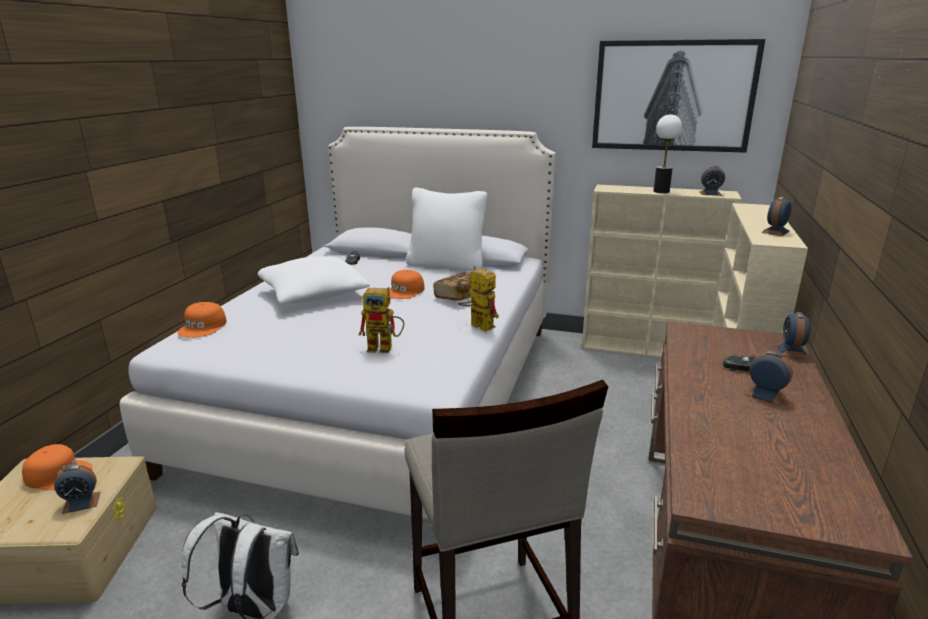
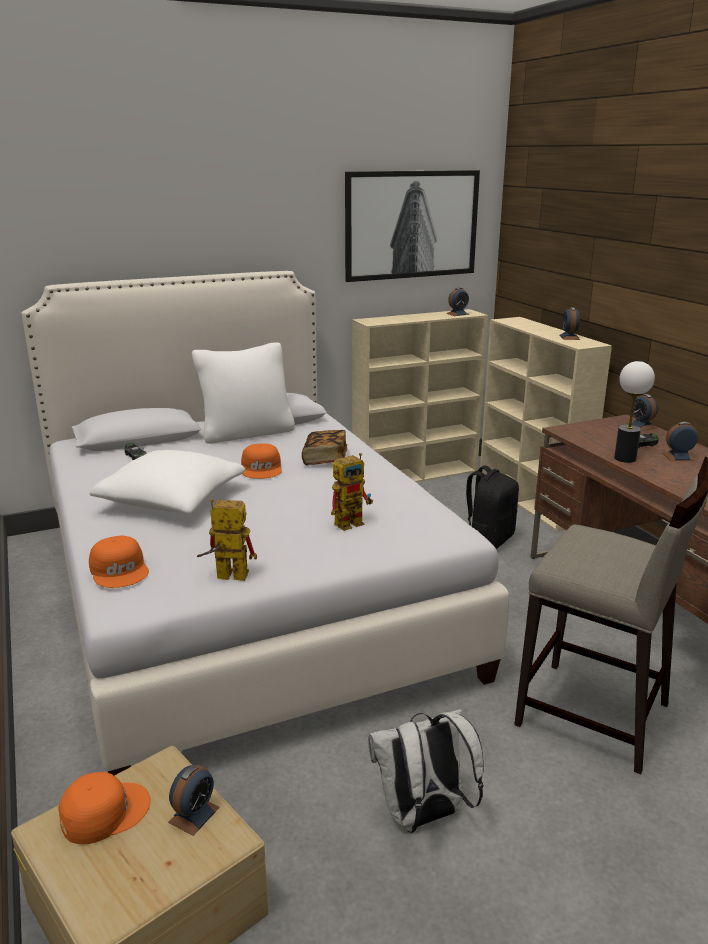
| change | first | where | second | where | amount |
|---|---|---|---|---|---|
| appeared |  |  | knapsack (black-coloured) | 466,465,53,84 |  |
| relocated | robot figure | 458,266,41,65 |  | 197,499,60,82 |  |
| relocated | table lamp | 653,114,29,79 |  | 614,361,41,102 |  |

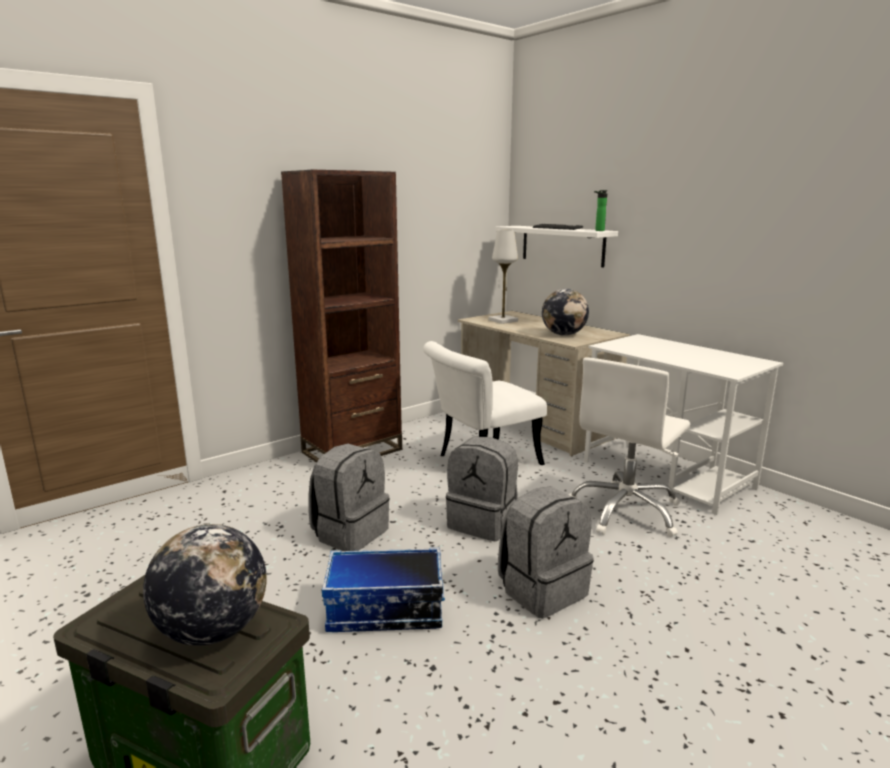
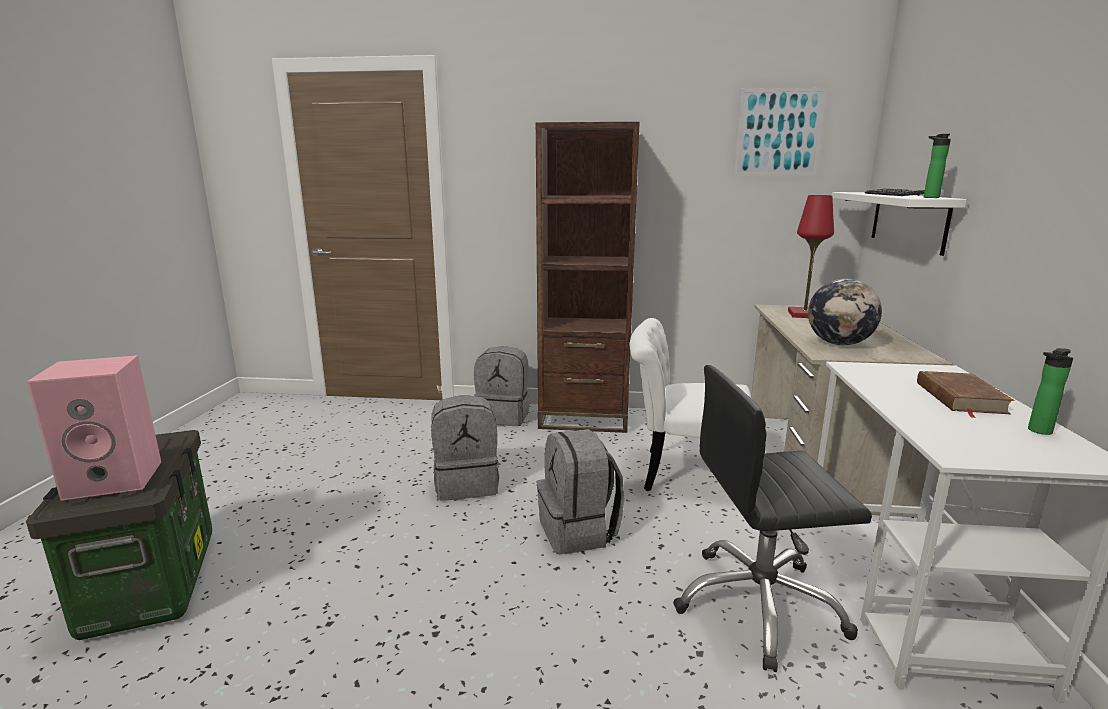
| change | first | where | second | where | amount |
|---|---|---|---|---|---|
| missing | storage box | 322,548,123,84 |  |  |  |
| appeared |  |  | wall art | 734,88,93,87 |  |
| appeared |  |  | volume (brown) | 917,371,98,47 |  |
| appeared |  |  | bottle | 1028,348,45,87 |  |
| relocated | knapsack (gray) | 498,486,96,132 |  | 474,346,55,80 |  |
| exchanged | world globe | 143,524,124,122 | audio speaker (pink) | 27,355,134,146 |  |
| colour | table lamp (white) | 488,230,30,94 | table lamp (reddish) | 788,195,46,123 |  |
| colour | office chair (white) | 568,357,122,180 | office chair (black-coloured) | 673,365,199,307 |  |

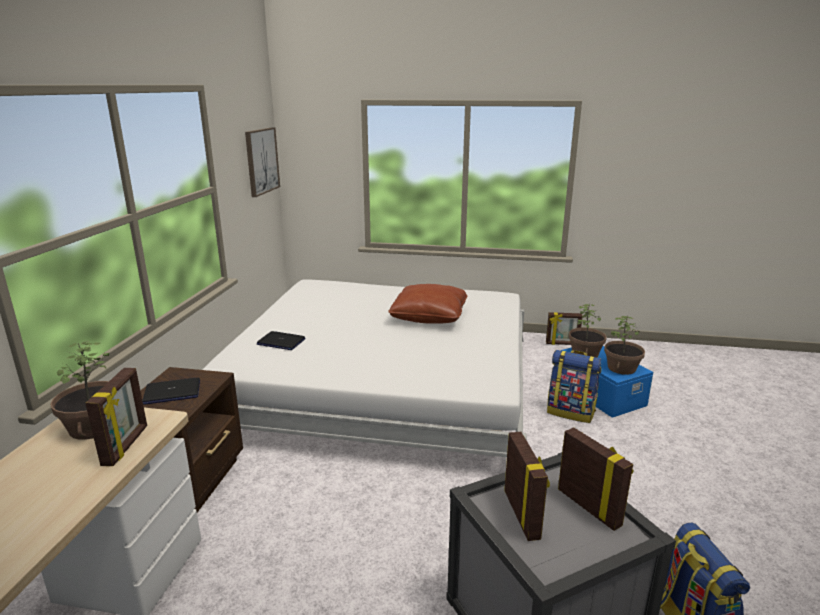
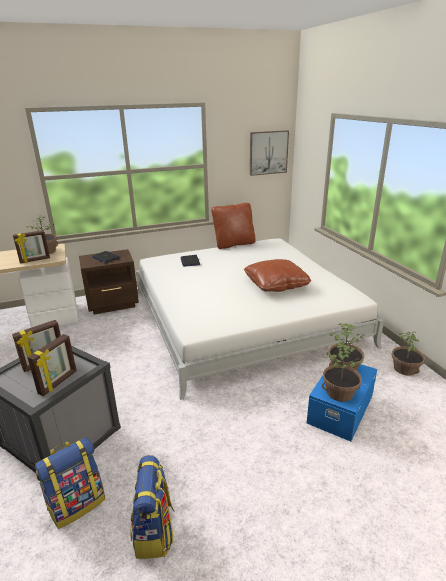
| change | first | where | second | where | amount |
|---|---|---|---|---|---|
| appeared |  |  | cushion (brown) | 211,203,45,46 |  |
| relocated | knapsack | 547,350,54,73 |  | 130,455,44,104 |  |
| exchanged | photo frame | 546,312,37,33 | houseplant | 392,331,33,45 |  |

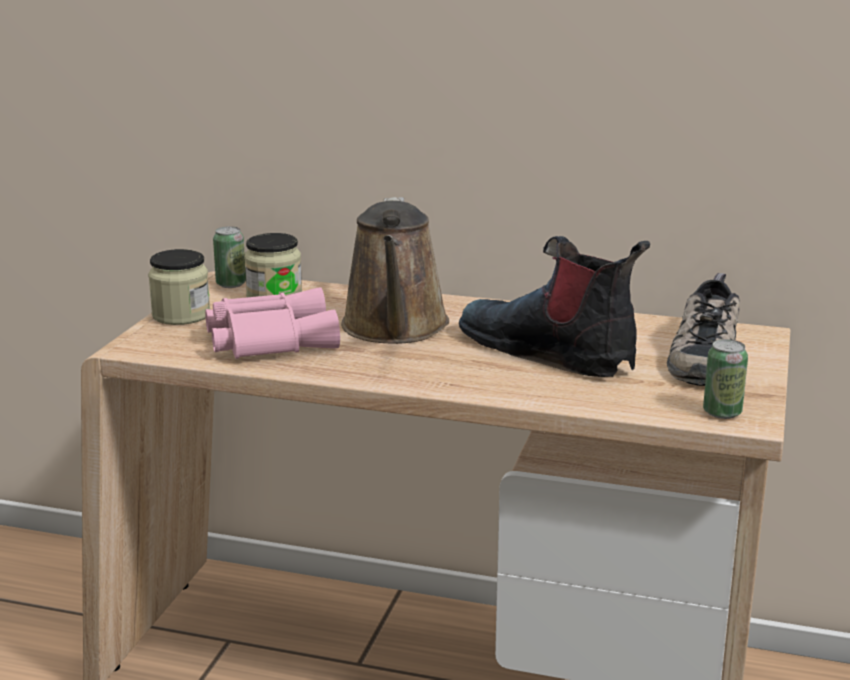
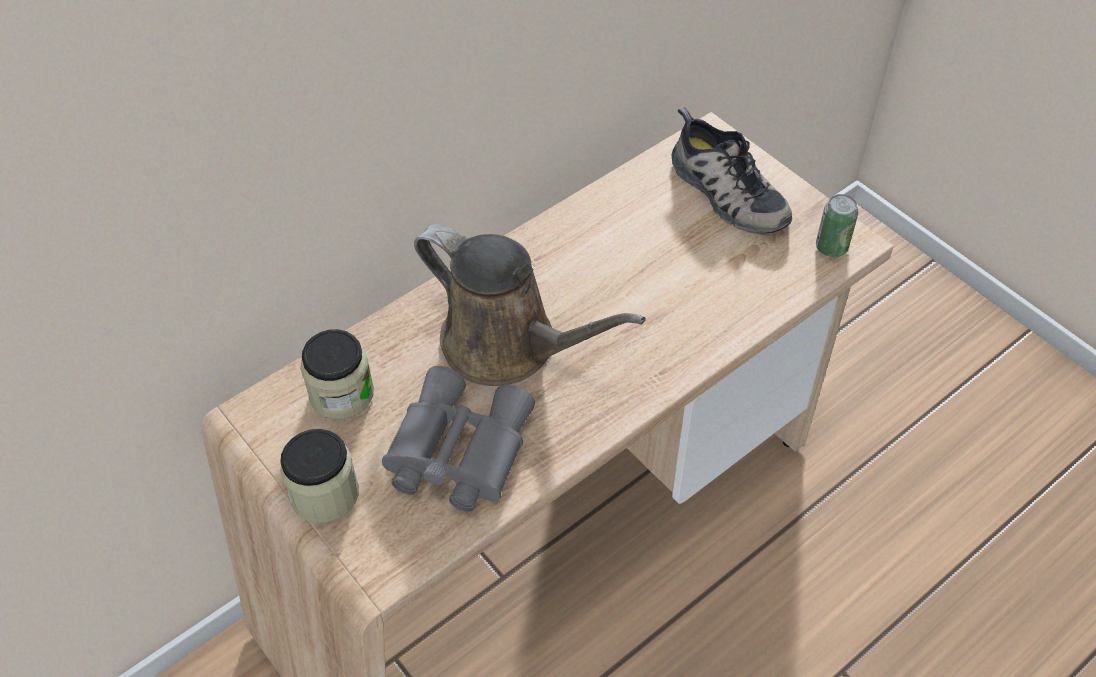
| change | first | where | second | where | amount |
|---|---|---|---|---|---|
| missing | can | 213,226,33,62 |  |  |  |
| missing | tall boot | 459,236,192,141 |  |  |  |
| colour | field glasses (pink) | 205,287,135,72 | field glasses (gray) | 382,366,153,146 |  |

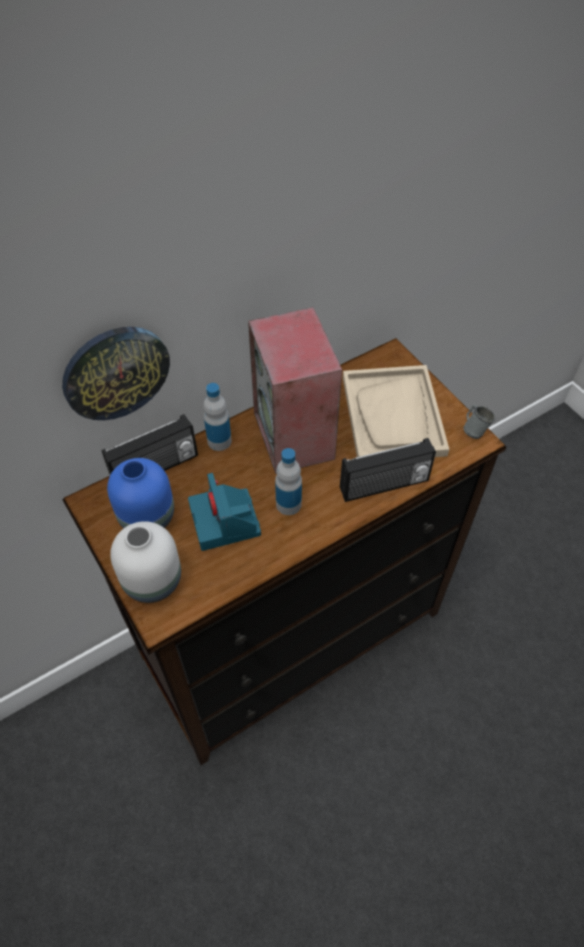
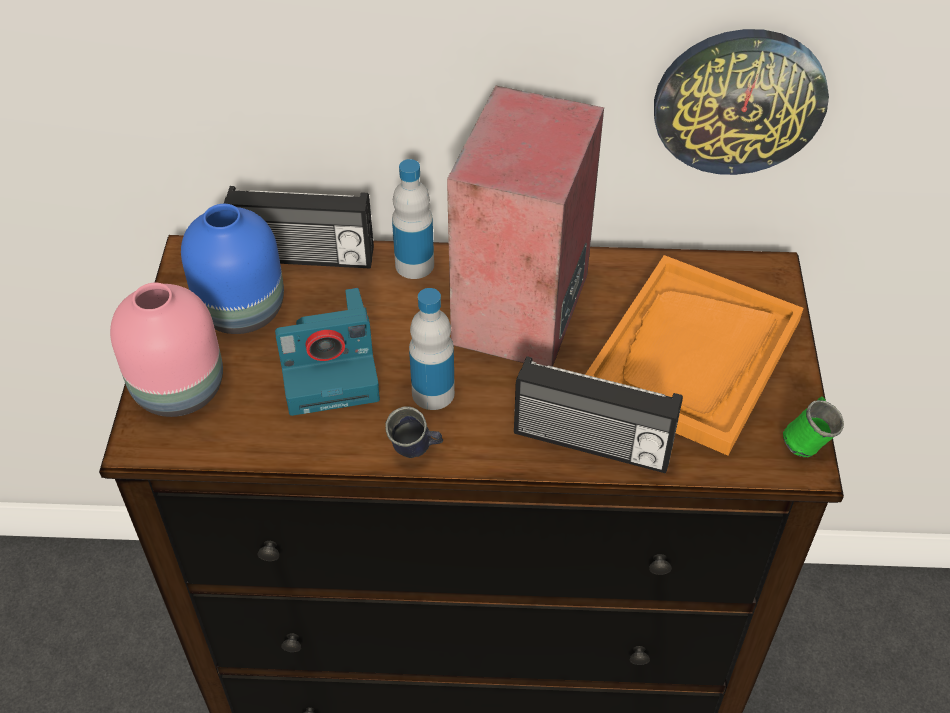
| change | first | where | second | where | amount |
|---|---|---|---|---|---|
| appeared |  |  | coffee mug (blue) | 385,406,58,52 |  |
| relocated | hanging clock | 62,327,108,93 |  | 654,29,175,146 |  |
| colour | decorative vase (white) | 110,521,71,82 | decorative vase (pink) | 110,283,113,134 |  |
| colour | serving tray (beige) | 343,365,106,92 | serving tray (orange-coloured) | 585,255,219,201 |  |
| colour | coffee mug (gray) | 463,405,32,34 | coffee mug (greenish) | 783,397,61,60 |  |
| spun | still camera | 188,473,73,78 |  | 275,288,105,128 | 120 degrees counterclockwise |

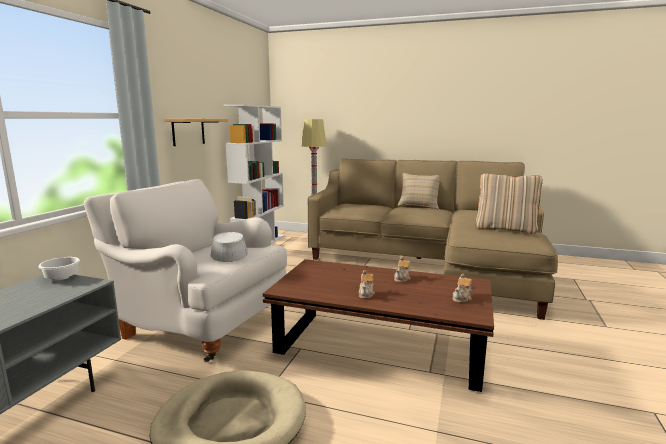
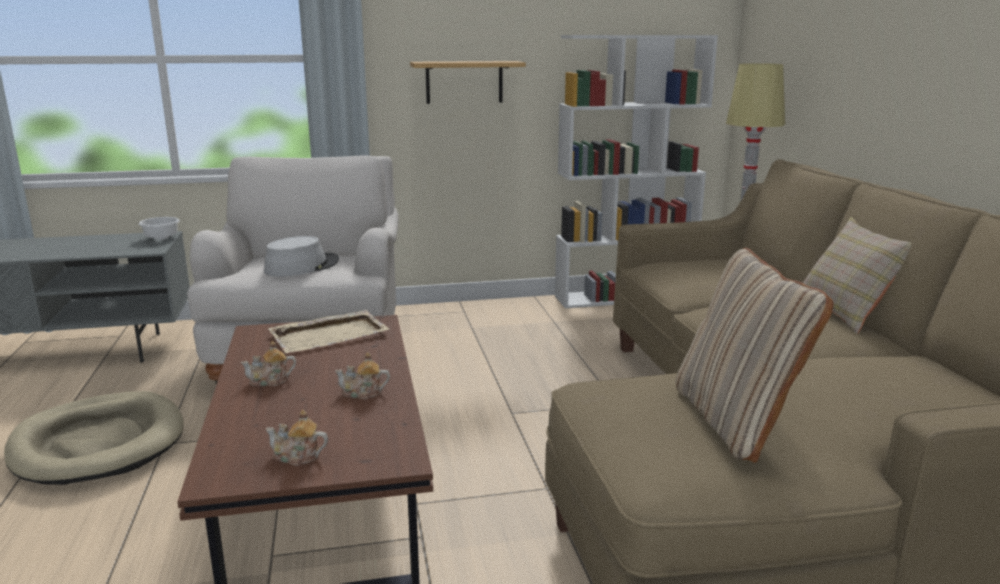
| change | first | where | second | where | amount |
|---|---|---|---|---|---|
| appeared |  |  | serving tray (beige) | 268,310,122,43 |  |

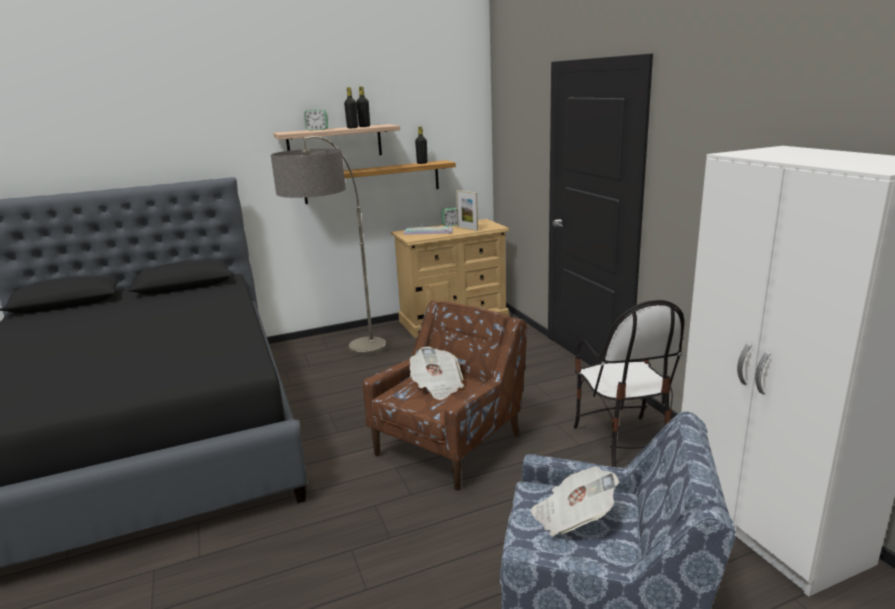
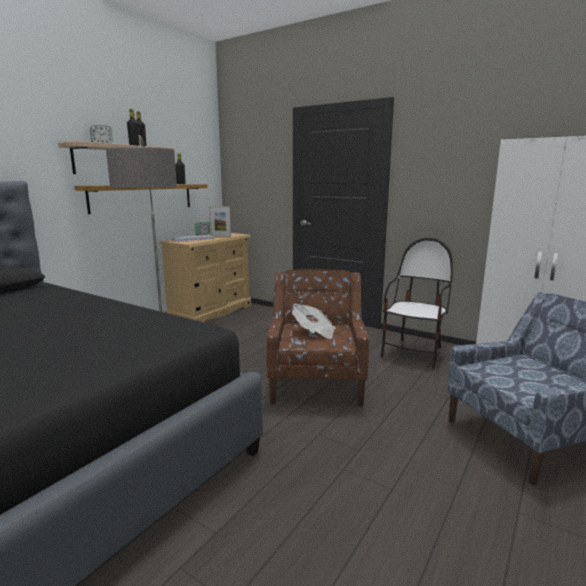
| change | first | where | second | where | amount |
|---|---|---|---|---|---|
| missing | printed paper | 531,466,88,70 |  |  |  |
| spun | upright chair | 574,300,110,167 |  | 380,238,73,131 | 105 degrees counterclockwise |

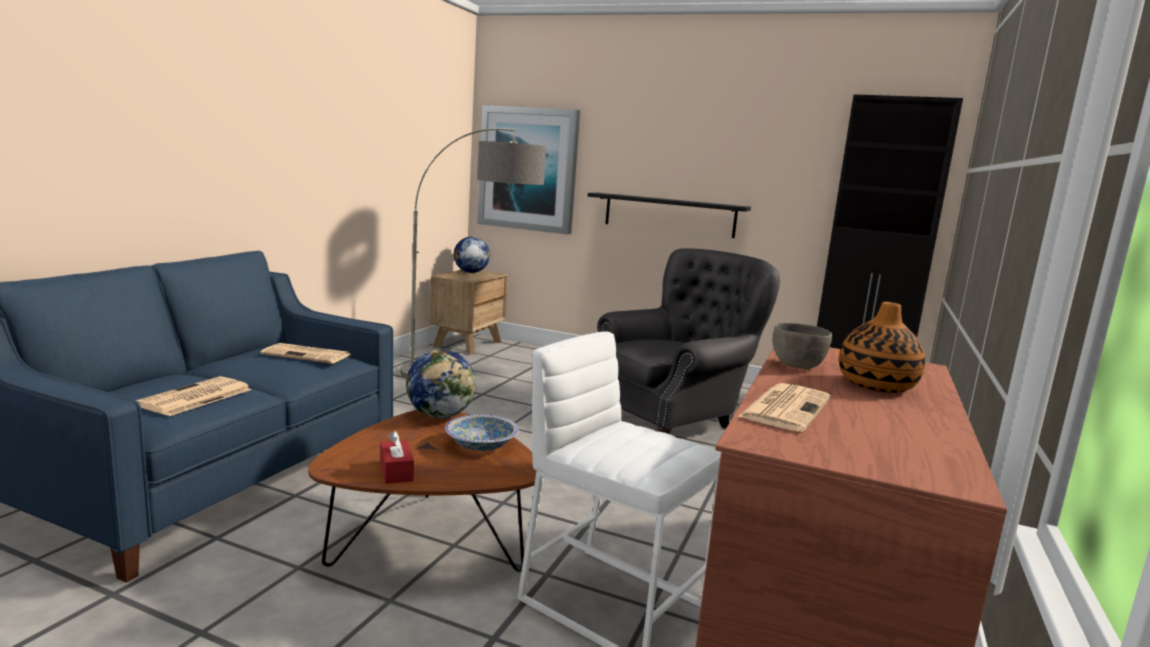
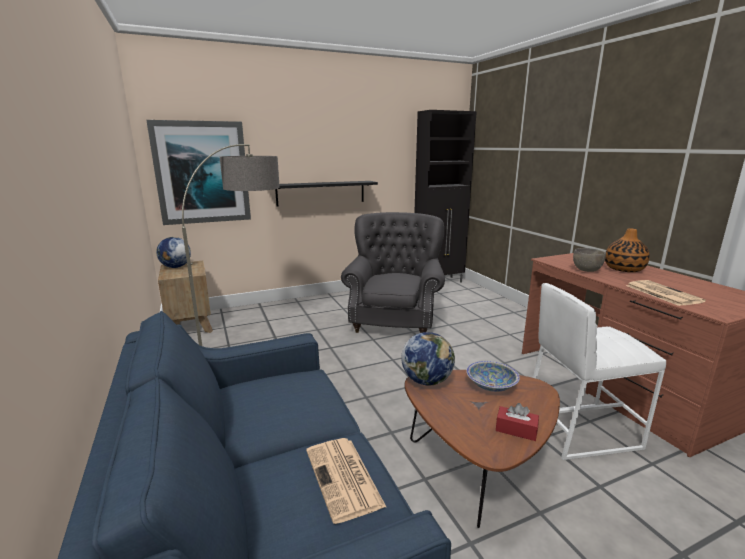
| change | first | where | second | where | amount |
|---|---|---|---|---|---|
| missing | printed paper | 260,343,91,21 |  |  |  |

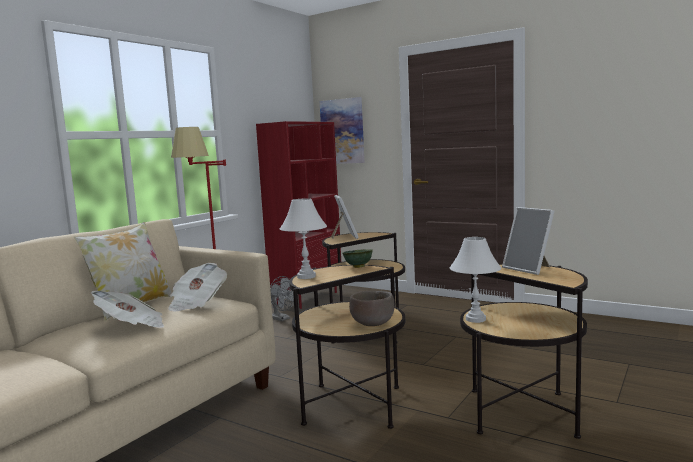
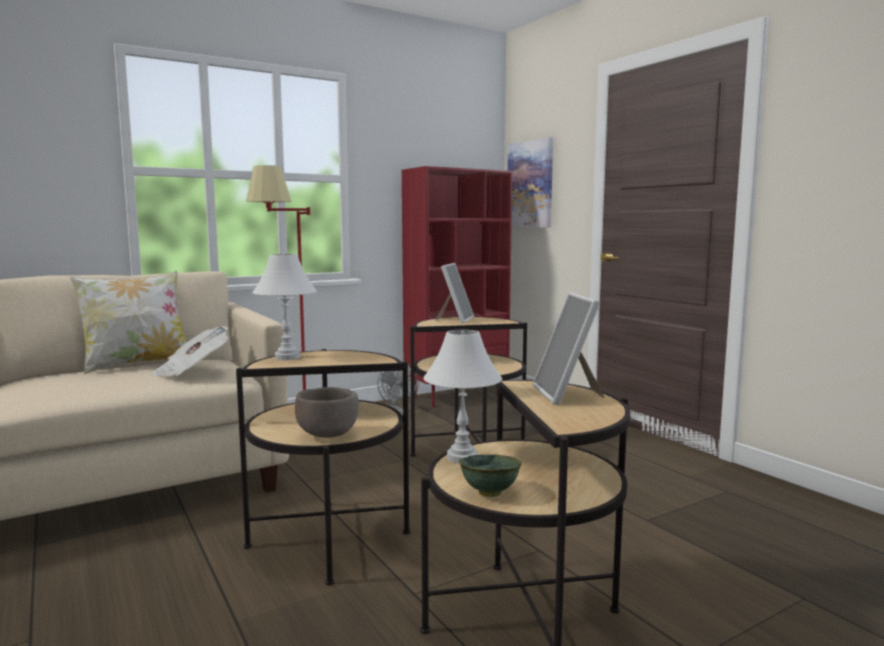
| change | first | where | second | where | amount |
|---|---|---|---|---|---|
| missing | printed paper | 91,291,73,37 |  |  |  |
| relocated | deep dish (greenish) | 342,249,31,19 |  | 459,455,63,42 |  |

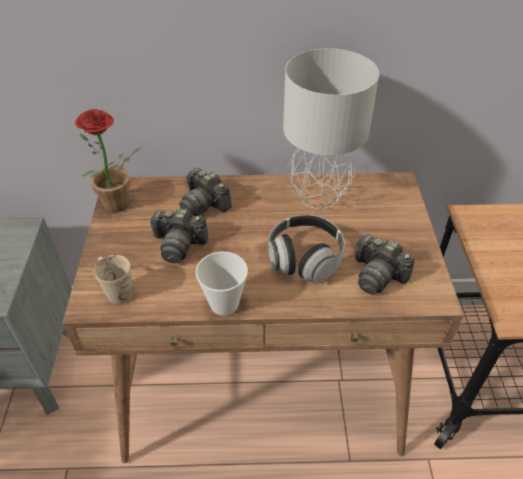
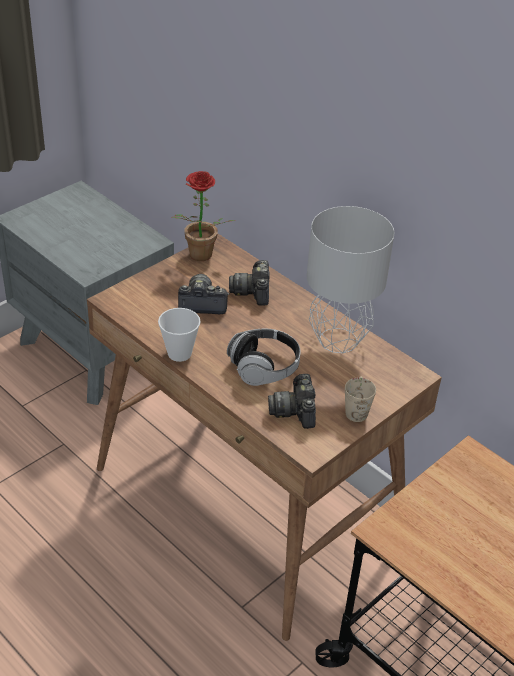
| change | first | where | second | where | amount |
|---|---|---|---|---|---|
| relocated | coffee mug (beige) | 94,255,38,49 |  | 345,376,31,46 |  |
| spun | still camera | 150,208,58,55 |  | 178,274,51,40 | 120 degrees clockwise |

